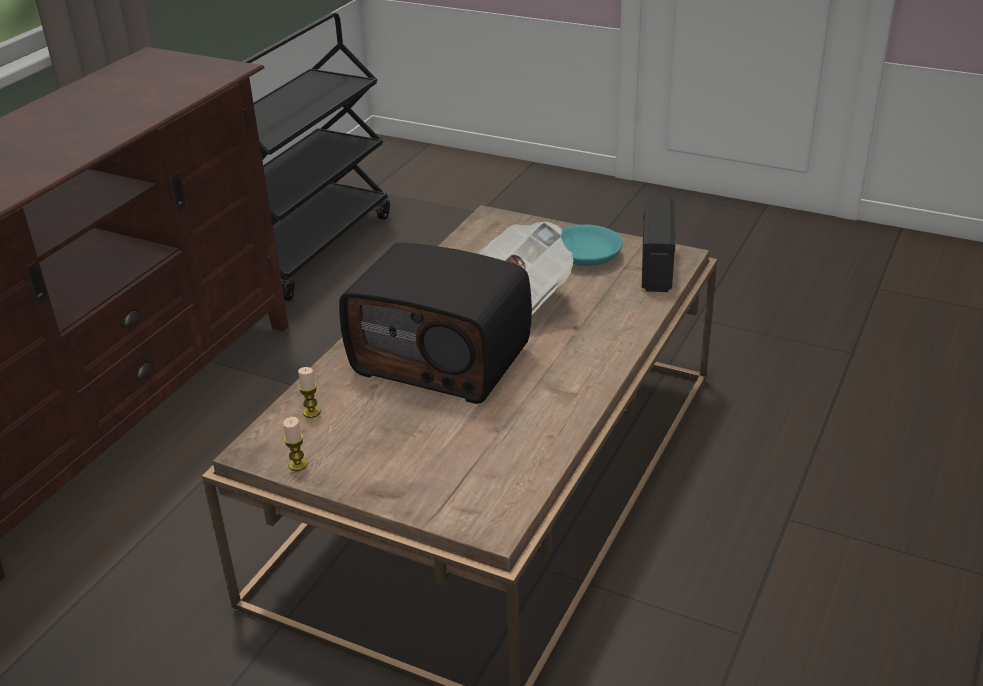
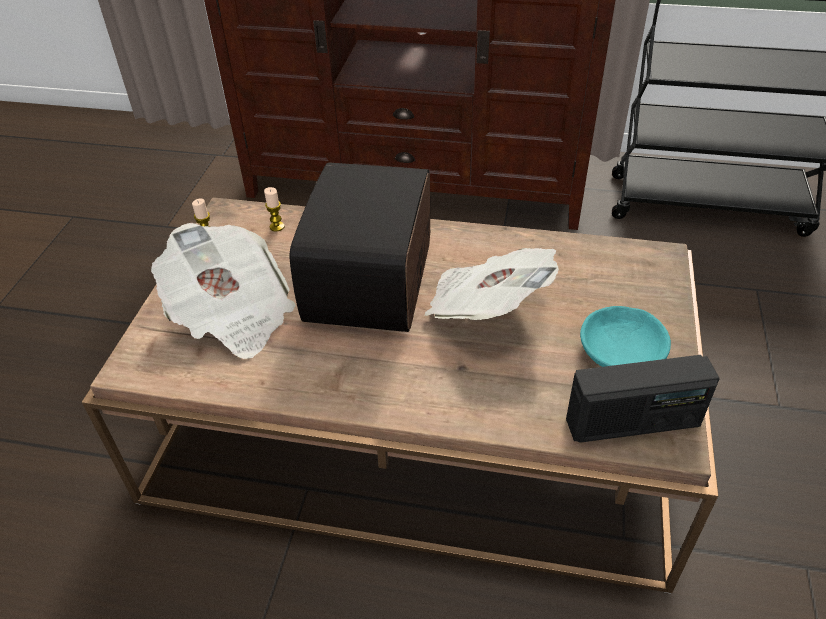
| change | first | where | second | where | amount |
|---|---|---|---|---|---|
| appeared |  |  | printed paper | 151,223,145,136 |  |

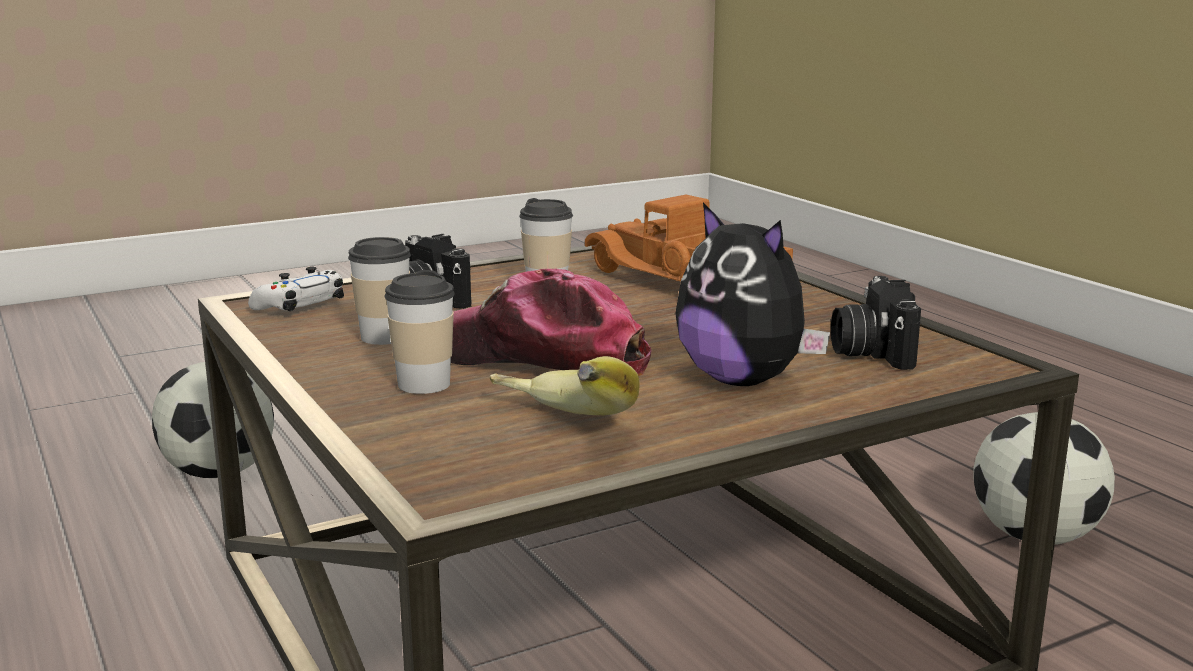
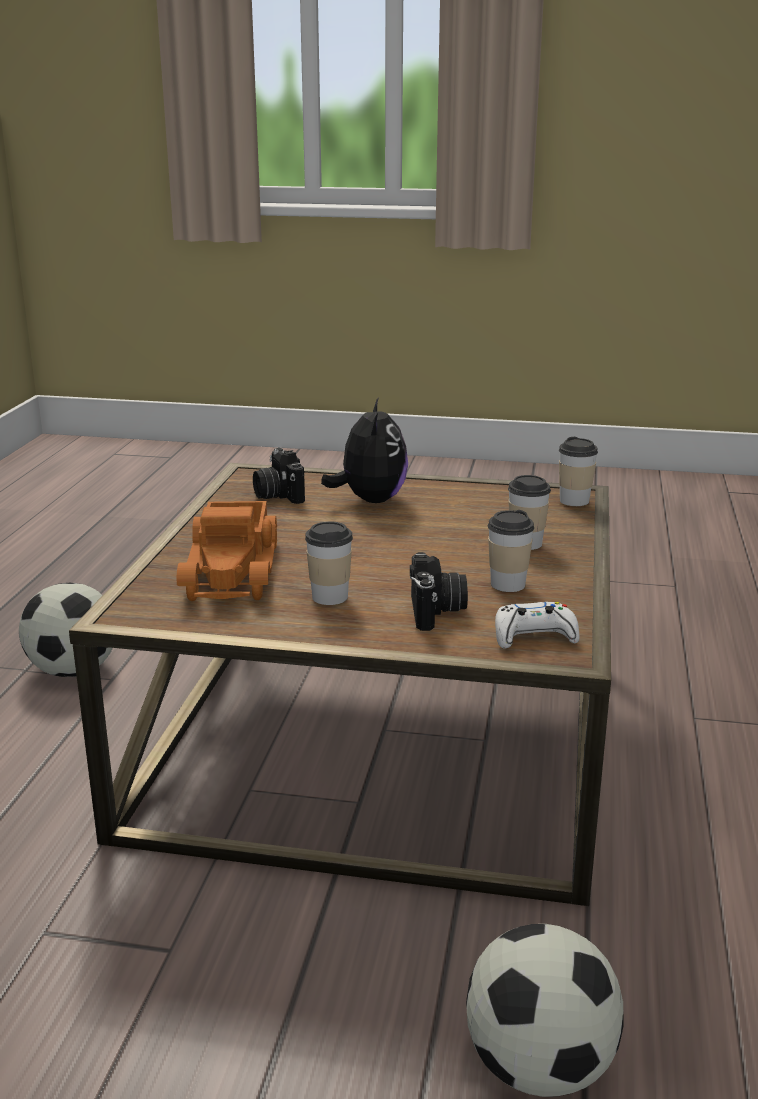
| change | first | where | second | where | amount |
|---|---|---|---|---|---|
| missing | peaked cap | 451,269,200,107 |  |  |  |
| missing | banana | 490,356,150,59 |  |  |  |
| appeared |  |  | small cup | 559,437,39,69 |  |
| spun | still camera | 831,276,90,94 |  | 253,448,52,56 | 120 degrees clockwise |

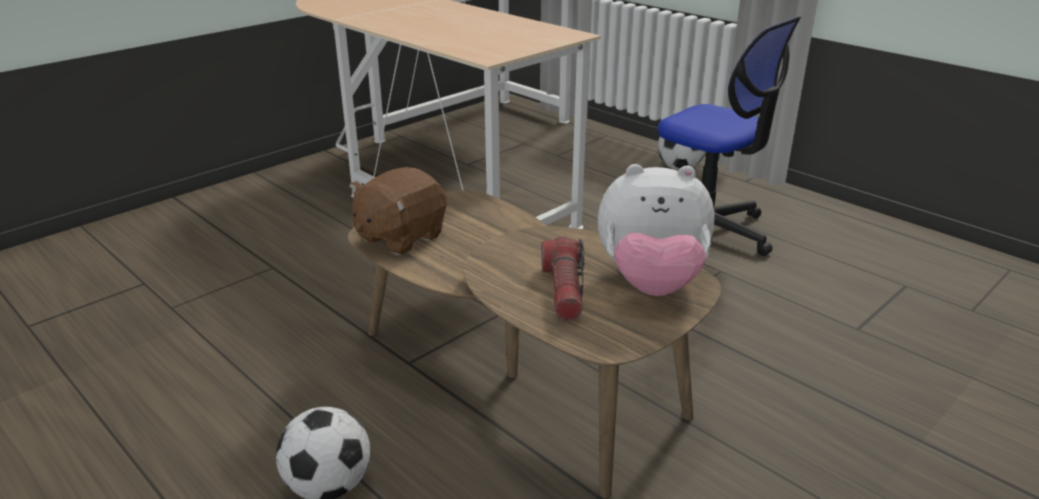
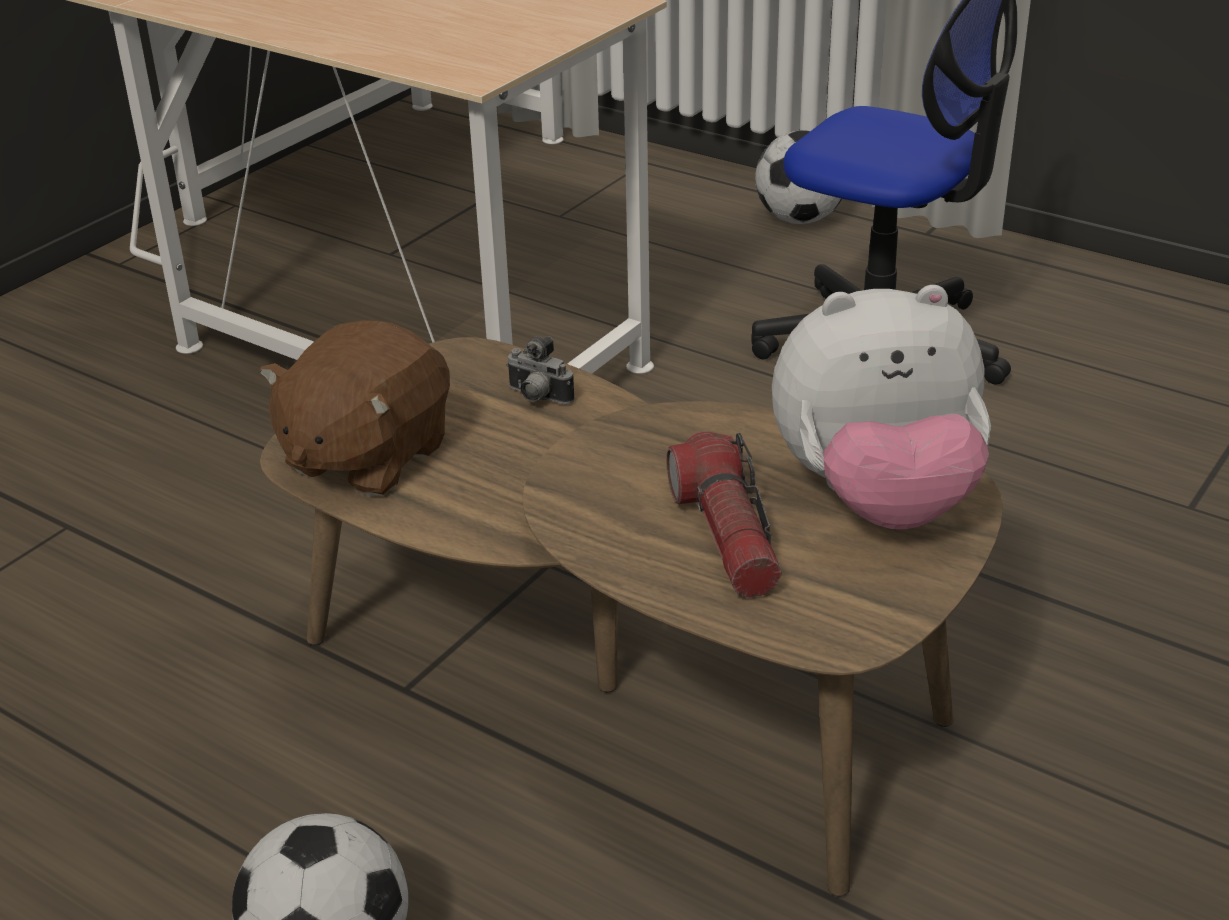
| change | first | where | second | where | amount |
|---|---|---|---|---|---|
| appeared |  |  | still camera | 506,336,69,68 |  |

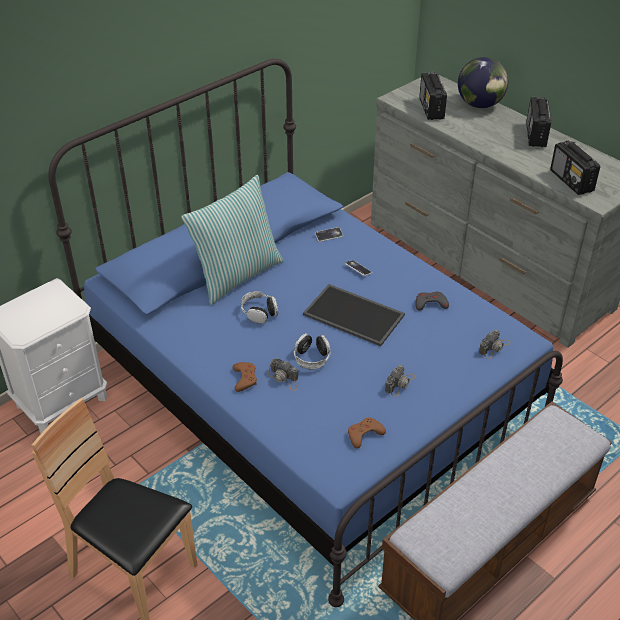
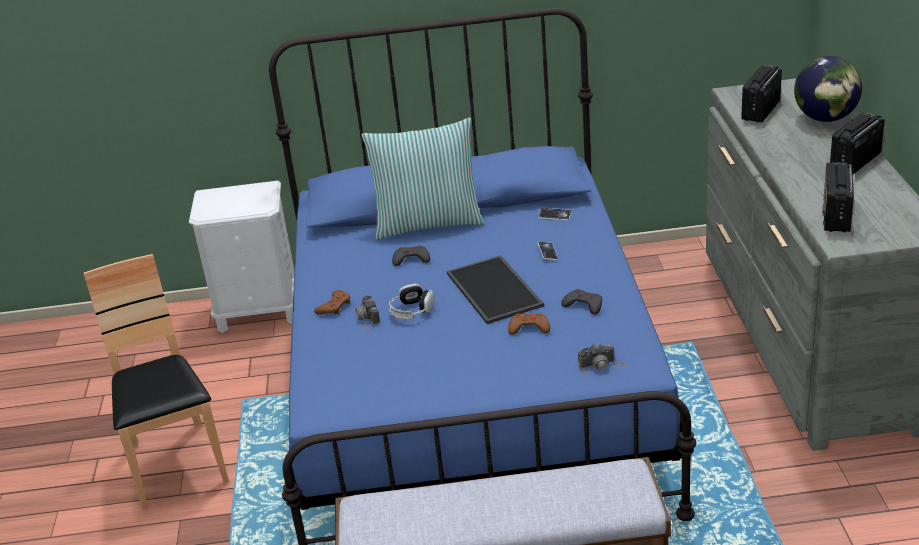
| change | first | where | second | where | amount |
|---|---|---|---|---|---|
| missing | still camera | 385,365,31,32 |  |  |  |
| relocated | game controller (brown) | 348,418,38,30 |  | 508,313,42,22 |  |
| exchanged | headset | 241,291,37,33 | game controller (gray) | 392,246,38,20 |  |

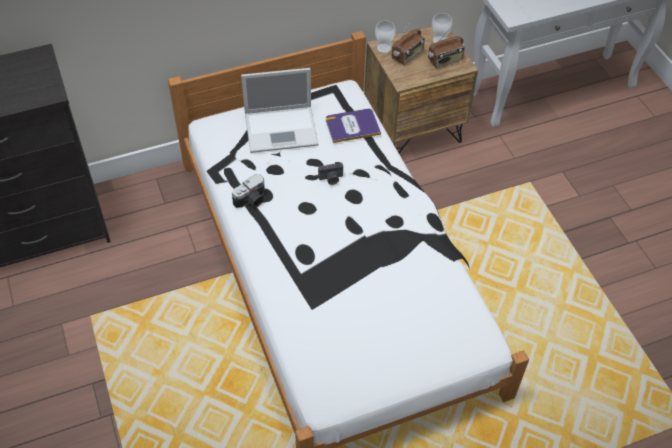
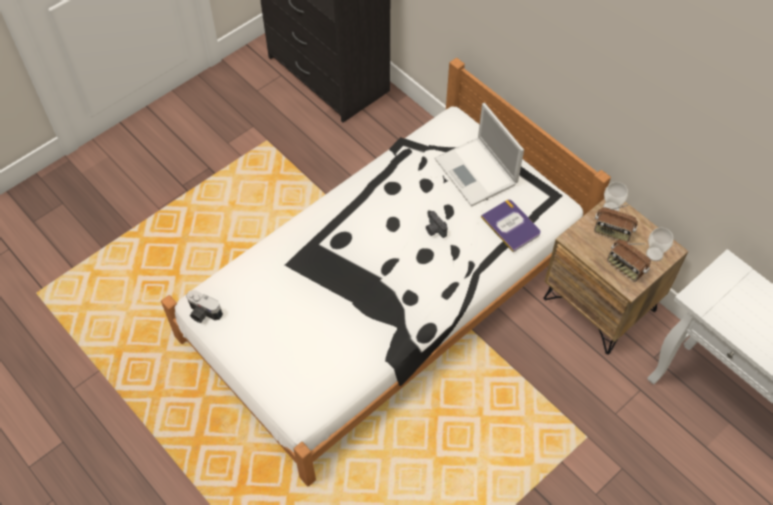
| change | first | where | second | where | amount |
|---|---|---|---|---|---|
| relocated | still camera | 232,174,33,34 |  | 186,290,37,33 |  |

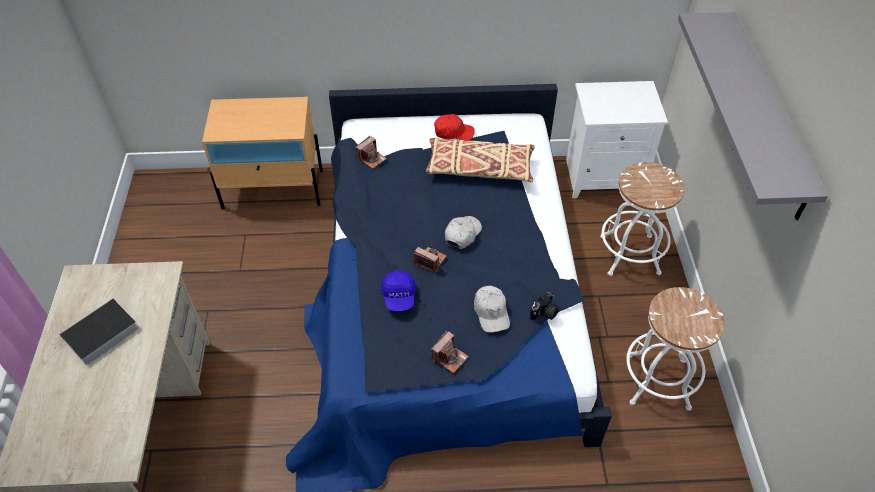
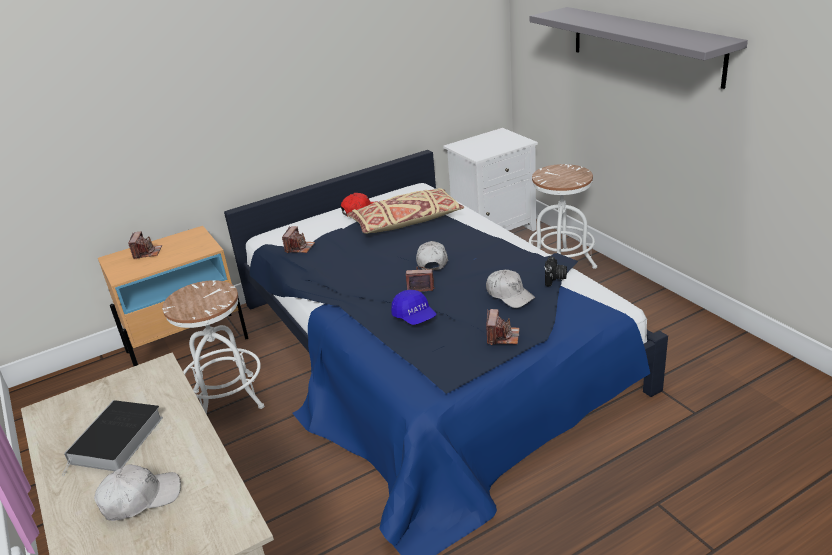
| change | first | where | second | where | amount |
|---|---|---|---|---|---|
| appeared |  |  | peaked cap (white) | 94,464,87,57 |  |
| appeared |  |  | still camera | 128,232,34,27 |  |
| relocated | stool (white) | 627,287,98,124 |  | 162,280,102,134 |  |

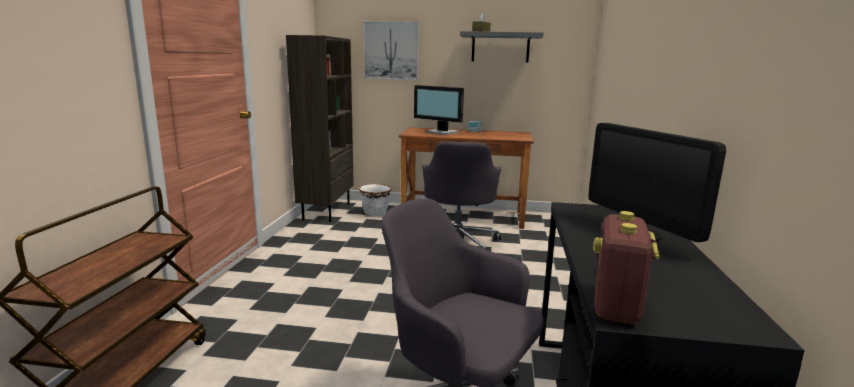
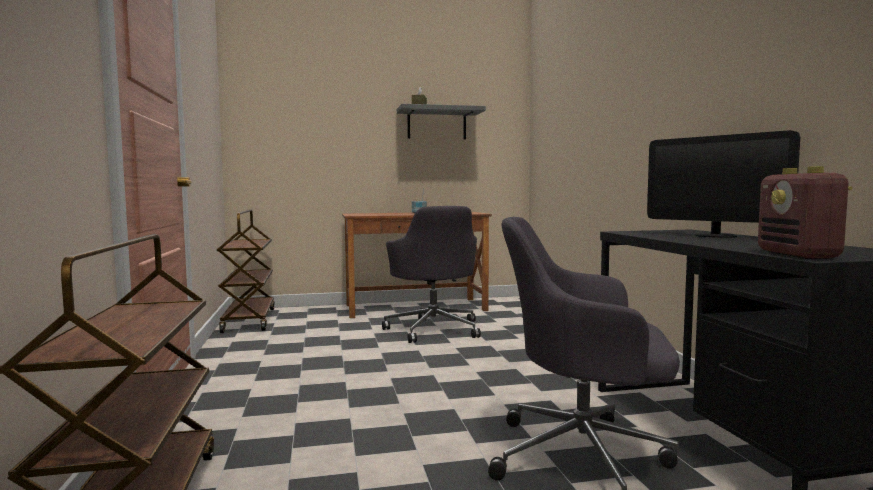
| change | first | where | second | where | amount |
|---|---|---|---|---|---|
| missing | flower pot (white) | 359,184,33,33 |  |  |  |
| missing | wall art | 363,21,56,59 |  |  |  |
| missing | computer display | 414,85,50,50 |  |  |  |
| exchanged | bookshelf (brown) | 286,35,68,187 | cart (brown) | 217,210,58,123 |  |

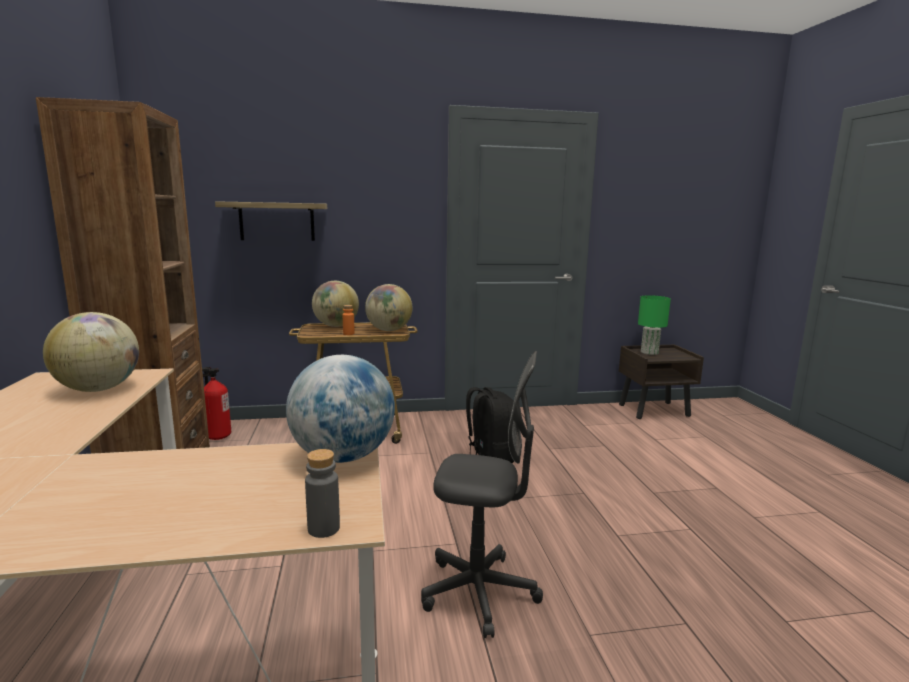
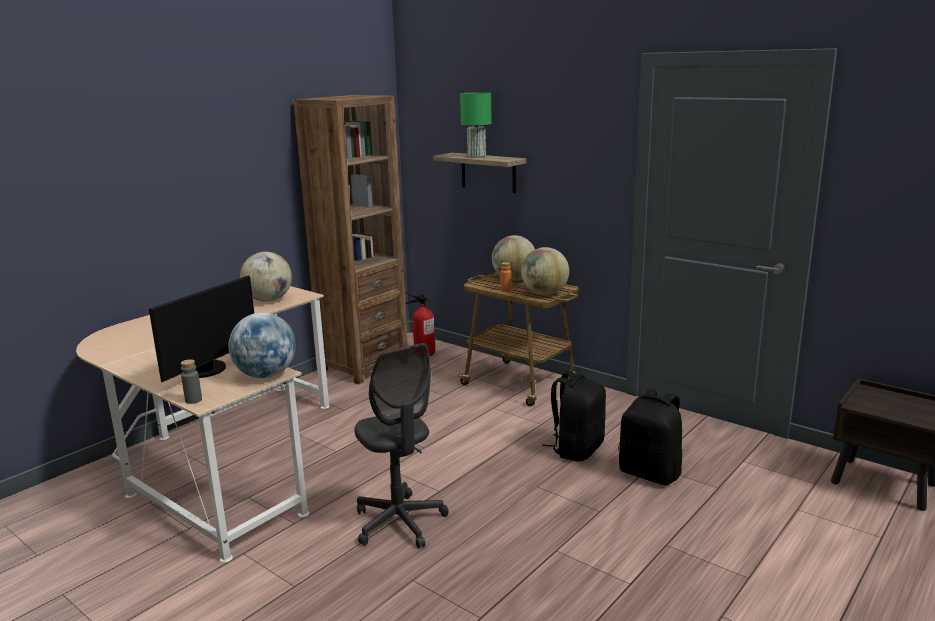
| change | first | where | second | where | amount |
|---|---|---|---|---|---|
| appeared |  |  | computer display | 149,275,105,107 |  |
| appeared |  |  | knapsack (black-coloured) | 618,389,64,96 |  |
| relocated | table lamp (greenish) | 638,295,33,60 |  | 460,92,32,65 |  |

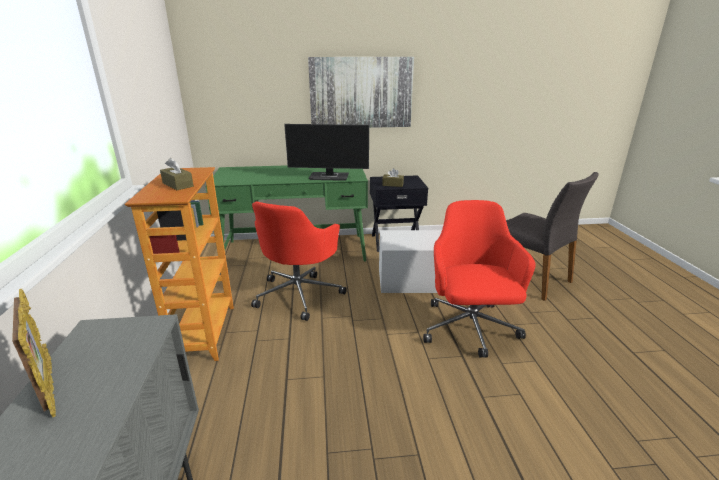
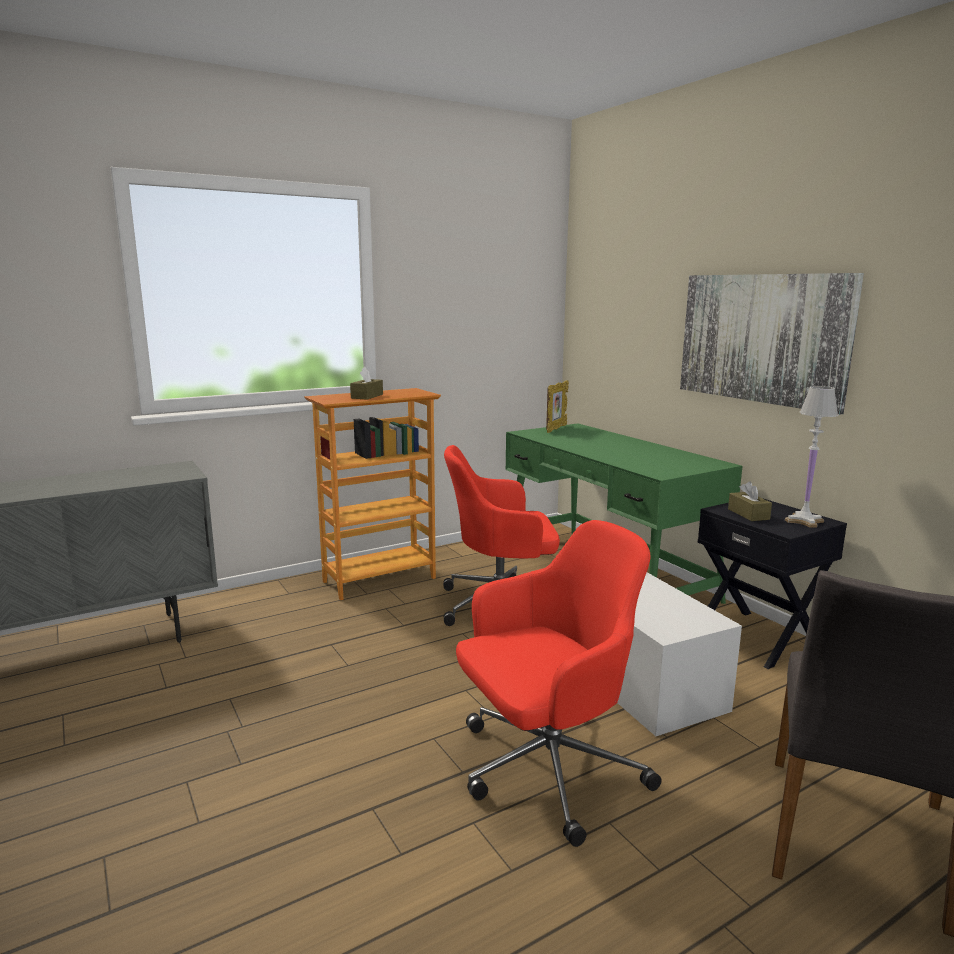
| change | first | where | second | where | amount |
|---|---|---|---|---|---|
| missing | computer display | 284,124,85,57 |  |  |  |
| appeared |  |  | table lamp (white) | 785,386,53,141 |  |
| relocated | photo frame | 12,289,44,128 |  | 546,380,23,53 |  |

